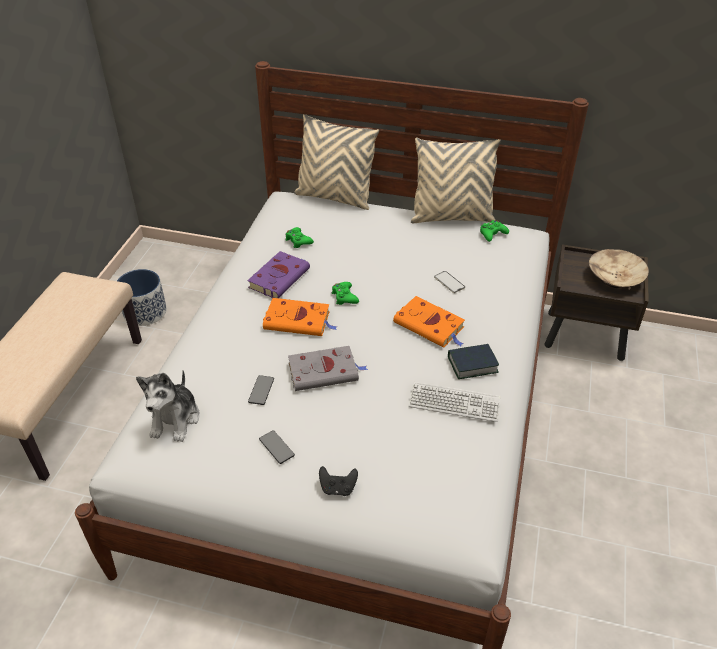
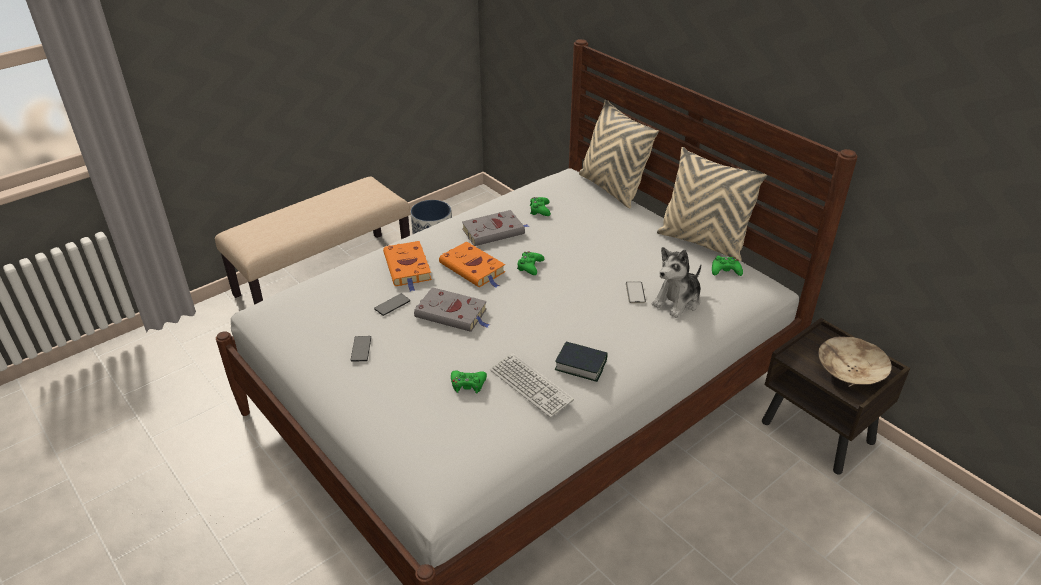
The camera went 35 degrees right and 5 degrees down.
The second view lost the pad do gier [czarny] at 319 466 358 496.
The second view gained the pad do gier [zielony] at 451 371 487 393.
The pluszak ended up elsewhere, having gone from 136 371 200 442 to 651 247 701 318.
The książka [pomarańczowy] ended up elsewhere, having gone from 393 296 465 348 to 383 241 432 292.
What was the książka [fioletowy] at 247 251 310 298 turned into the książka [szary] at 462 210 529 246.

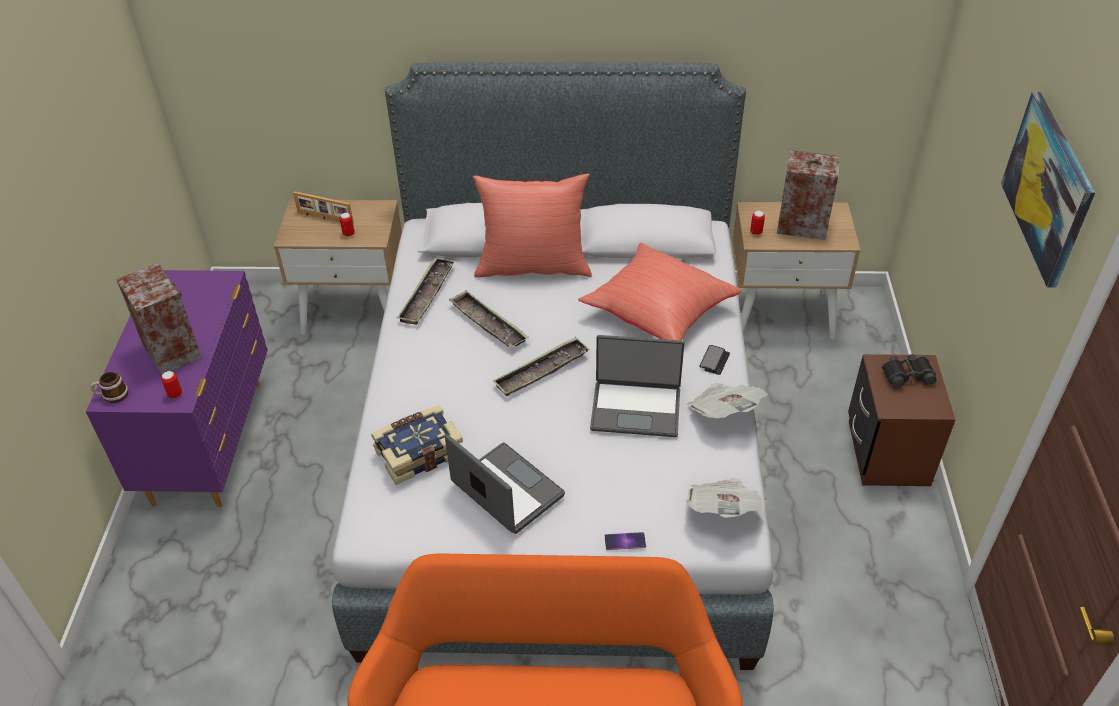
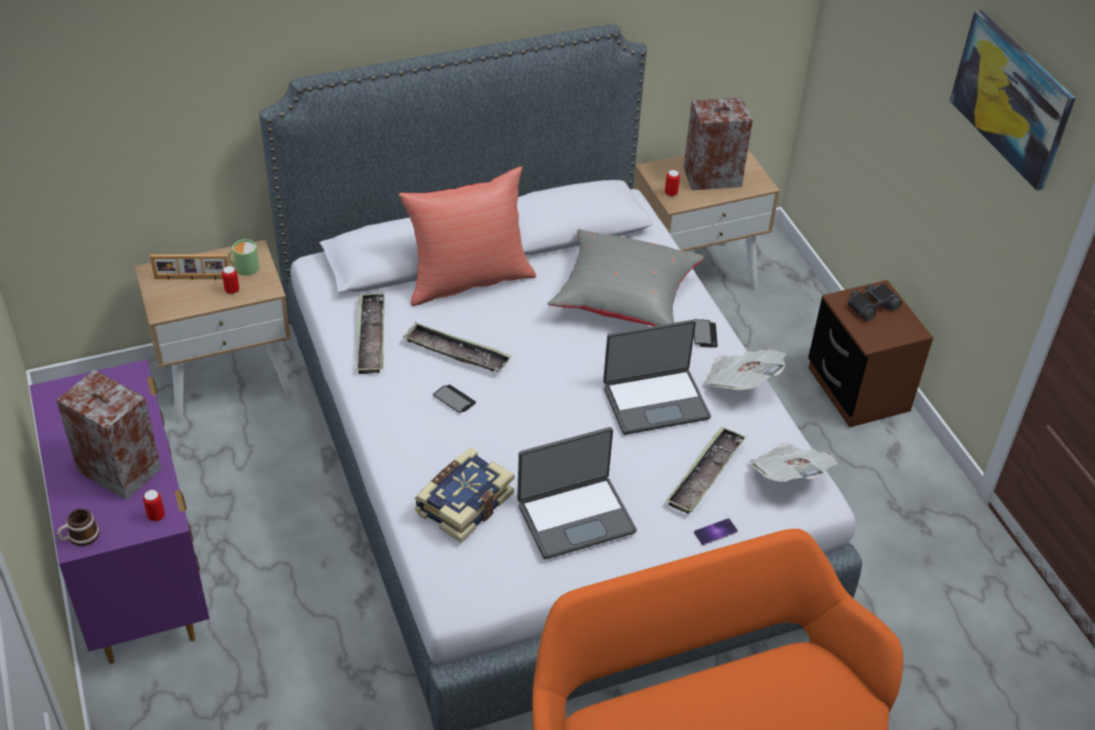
The camera went 25 degrees left and 0 degrees up.
The second view gained the kubek [zielony] at 228 239 259 276.
The second view gained the telefon at 433 385 476 413.
The taca ended up elsewhere, having gone from 492 337 590 396 to 666 426 746 514.
What was the poduszka [czerwony] at 578 243 741 341 turned into the poduszka [szary] at 548 229 704 326.
The laptop at 445 435 565 534 ended up facing another way, 135 degrees clockwise from before.

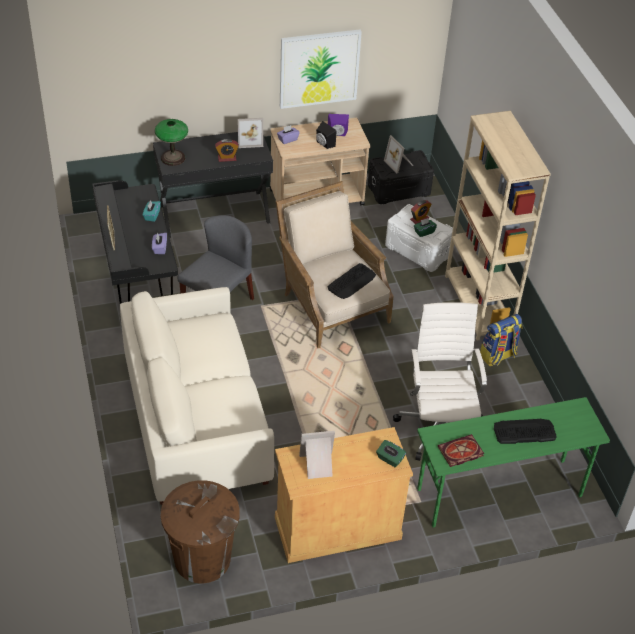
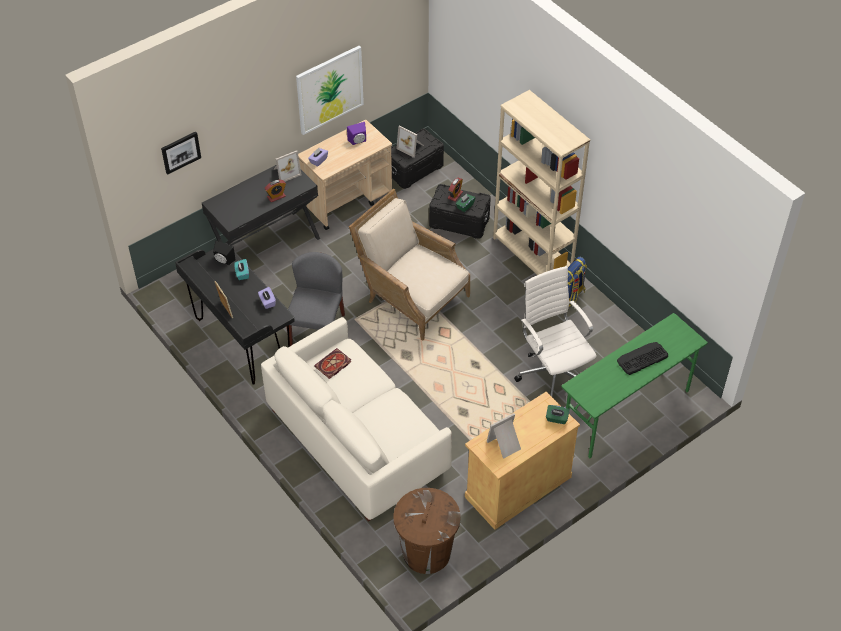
The camera went 20 degrees left and 5 degrees up.
The second view lost the lampa stołowa at 155 119 188 166.
The second view lost the klawiatura at 327 263 376 299.
The second view gained the obraz at 161 131 201 175.
The głośnik [czarny] ended up elsewhere, having gone from 316 121 337 149 to 213 241 236 266.
The książka ended up elsewhere, having gone from 438 434 484 467 to 314 348 352 379.
What was the pojemnik do przechowywania [biały] at 385 204 453 272 turned into the pojemnik do przechowywania [czarny] at 429 184 491 239.

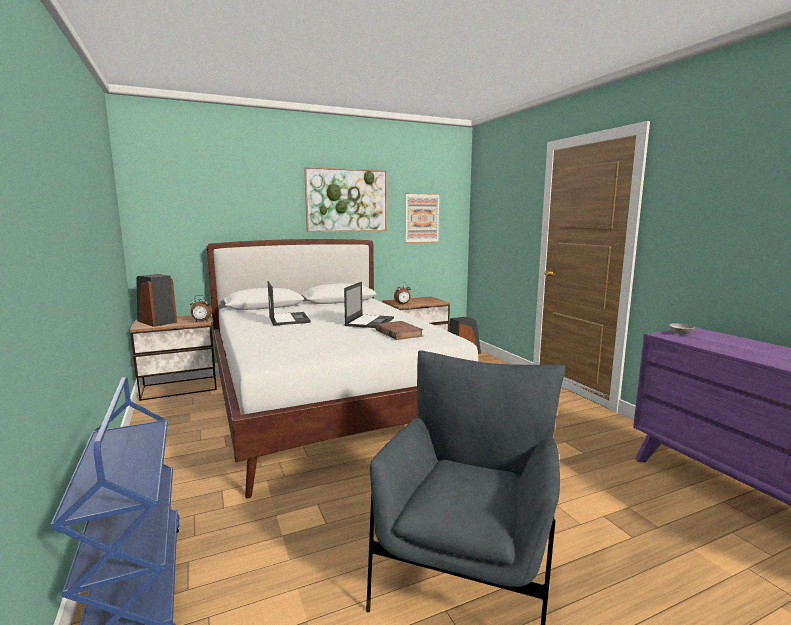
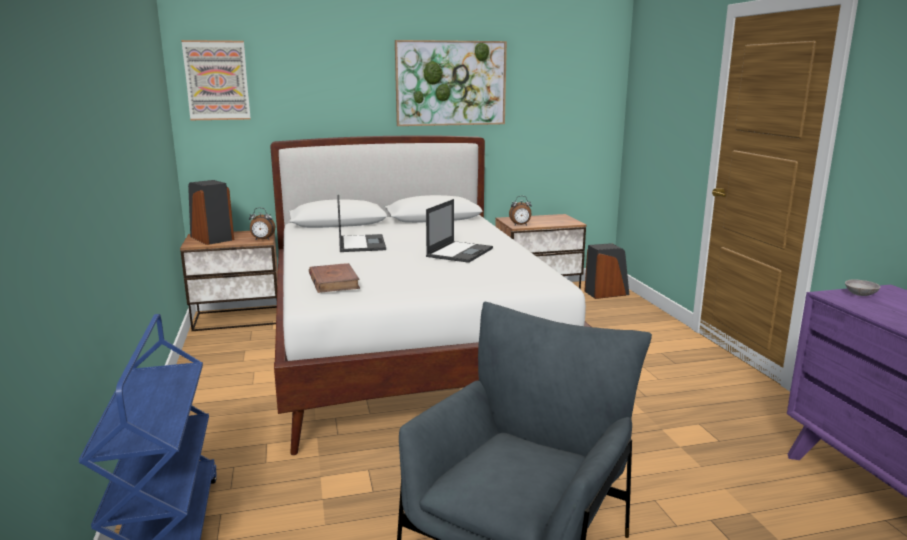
The camera went 10 degrees right and 5 degrees up.
The książka [brązowy] ended up elsewhere, having gone from 376 321 423 340 to 309 263 360 293.
The obraz ended up elsewhere, having gone from 405 193 440 243 to 181 40 251 120.

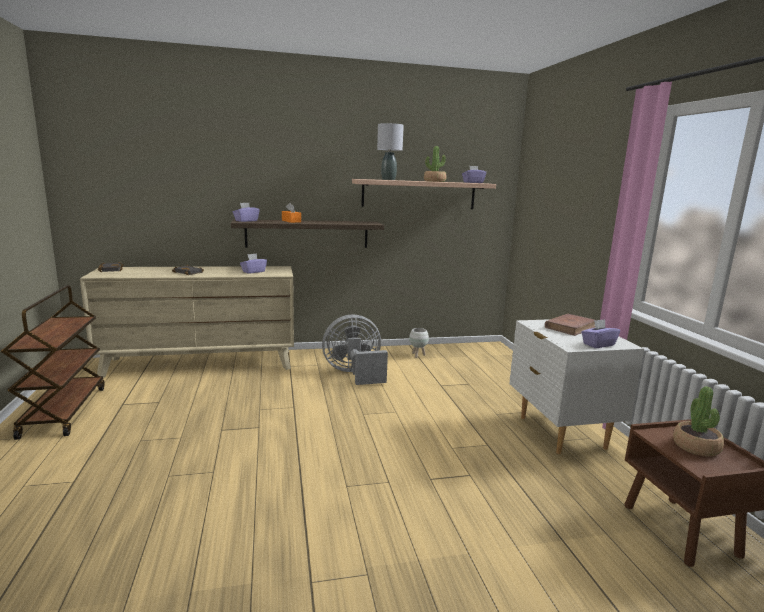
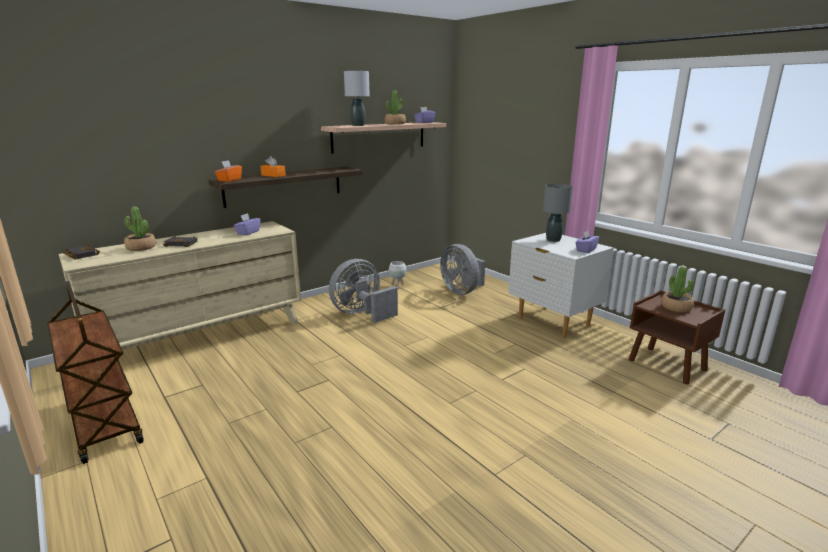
The camera went 25 degrees left and 5 degrees up.
The second view gained the roślina doniczkowa at 124 206 156 251.
The second view gained the wentylator [szary] at 440 244 485 295.
Where the książka [brązowy] stood at 545 314 597 336, the lampa stołowa [szary] came to stand at 543 184 573 242.
What was the pudełko chusteczek [fioletowy] at 233 203 260 222 turned into the pudełko chusteczek [pomarańczowy] at 214 160 242 182.

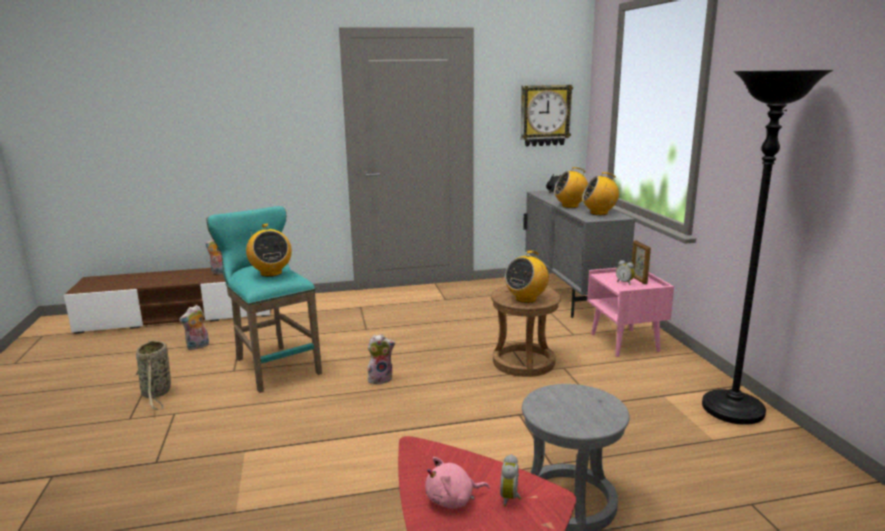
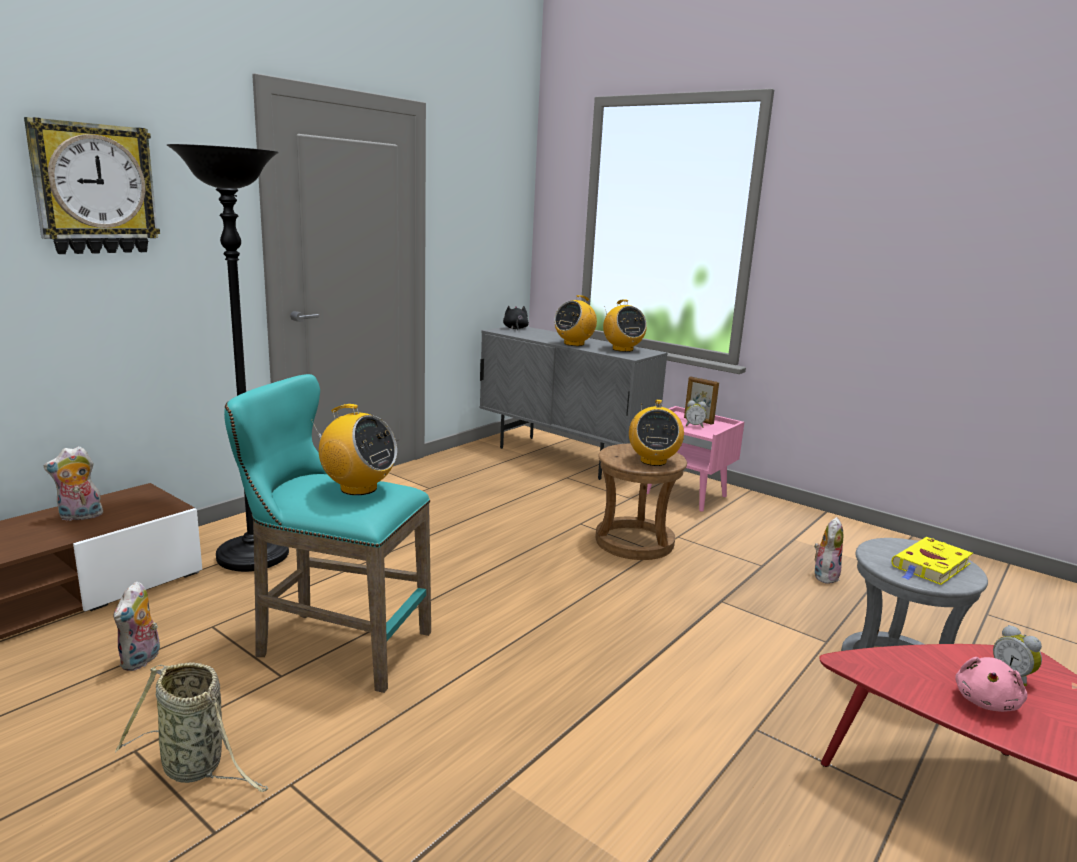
The camera went 40 degrees left and 0 degrees up.
The second view gained the książka [żółty] at 892 537 973 585.
The pluszak ended up elsewhere, having gone from 367 334 395 384 to 812 517 844 584.
The zegar ścienny ended up elsewhere, having gone from 520 85 573 147 to 24 117 160 254.
The lampa stojąca [czarny] ended up elsewhere, having gone from 702 70 833 425 to 167 144 289 572.
The radio at 582 172 619 215 ended up facing another way, 75 degrees counterclockwise from before.

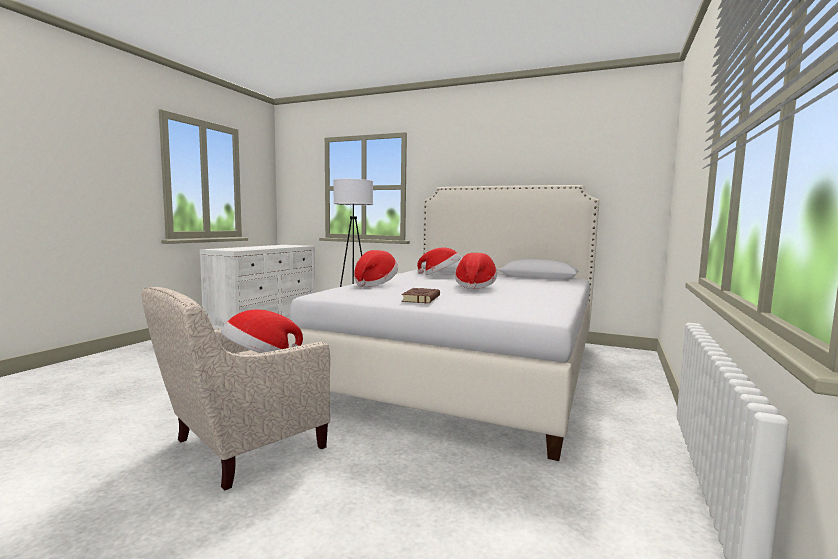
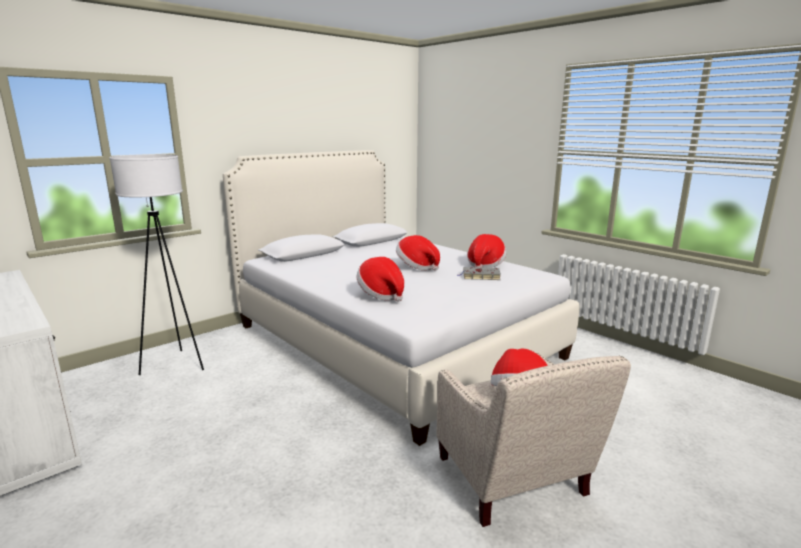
The camera went 65 degrees left and 10 degrees up.
The second view lost the książka [brązowy] at 402 288 440 303.
The second view gained the książka [szary] at 457 267 501 280.
The kapelusz ended up elsewhere, having gone from 417 247 461 275 to 467 234 506 268.

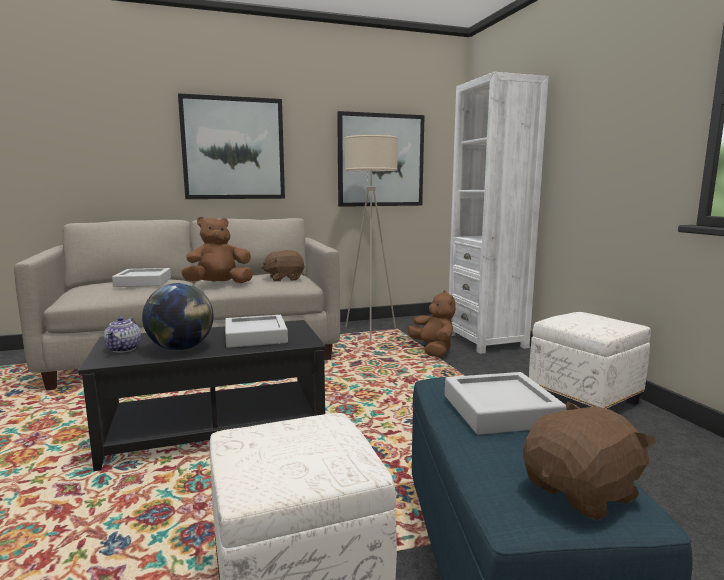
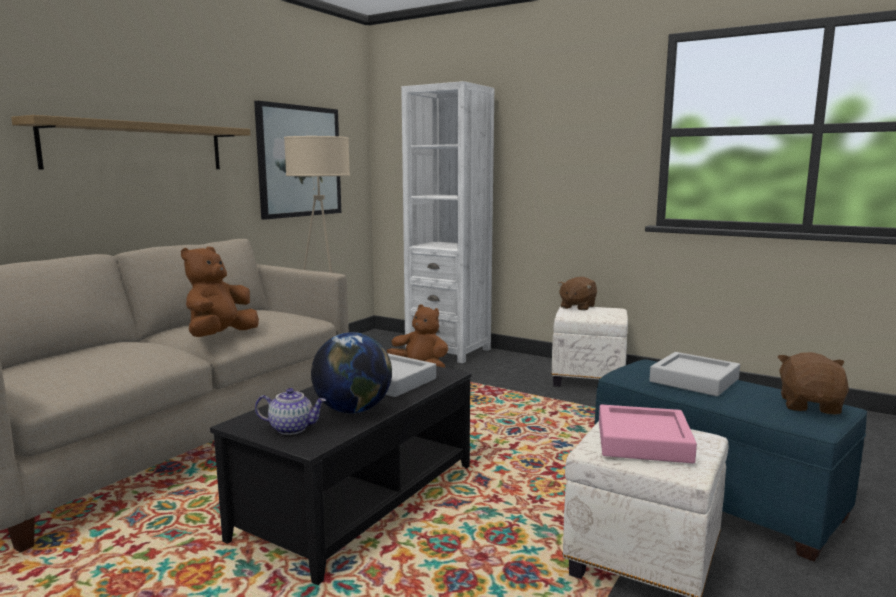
The camera went 40 degrees left and 0 degrees up.
The second view lost the taca [szary] at 112 268 171 287.
The second view gained the taca [różowy] at 599 405 697 463.
The pluszak [brązowy] ended up elsewhere, having gone from 261 250 305 282 to 558 277 597 310.
Where the obraz hung at 178 93 285 199, the półka came to hang at 11 115 251 170.
The imbryk at 104 317 141 353 ended up facing another way, 45 degrees counterclockwise from before.

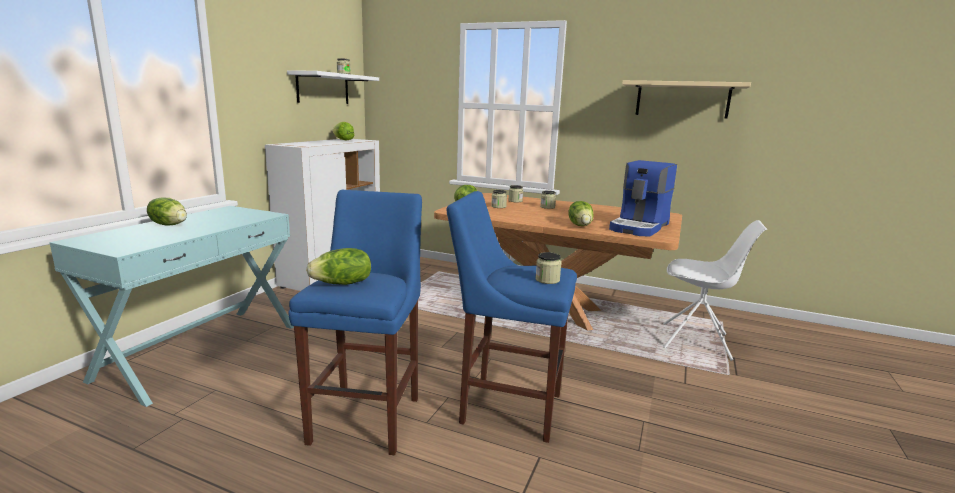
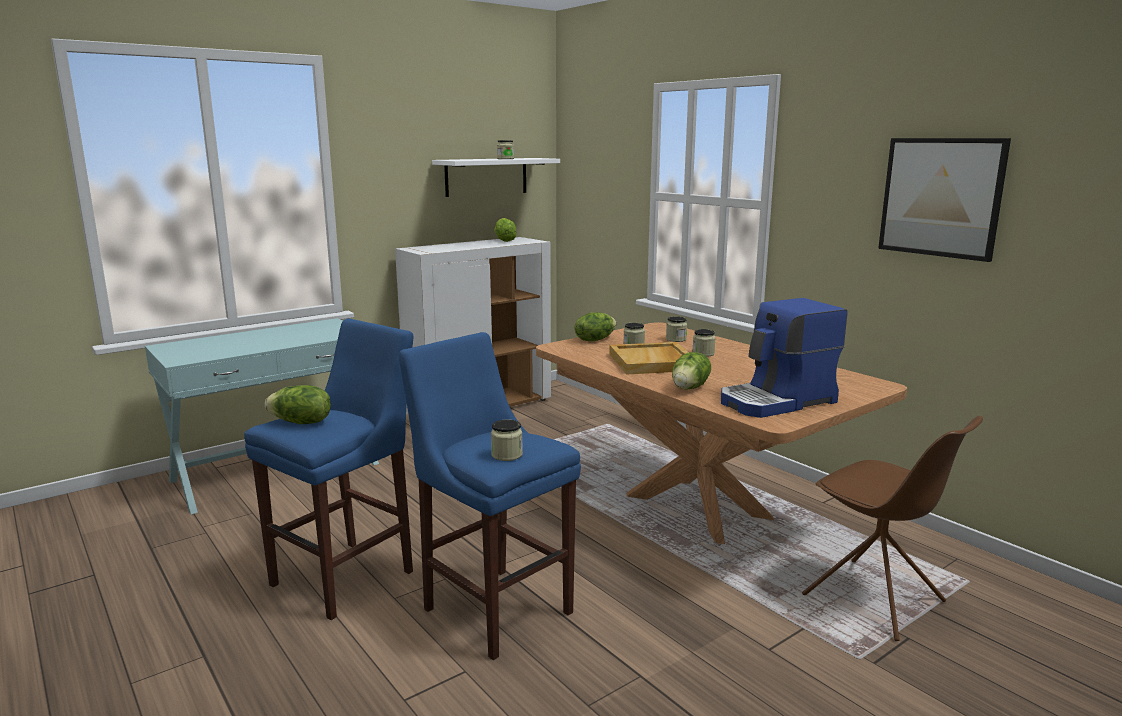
The camera went 30 degrees right and 0 degrees up.
The second view lost the sałata at 147 197 187 226.
The second view gained the taca [beżowy] at 609 342 689 375.
Where the półka [beżowy] hung at 622 80 751 119, the obraz came to hang at 878 138 1011 262.
What was the krzesło [biały] at 663 220 767 361 turned into the krzesło [brązowy] at 802 416 983 641.

